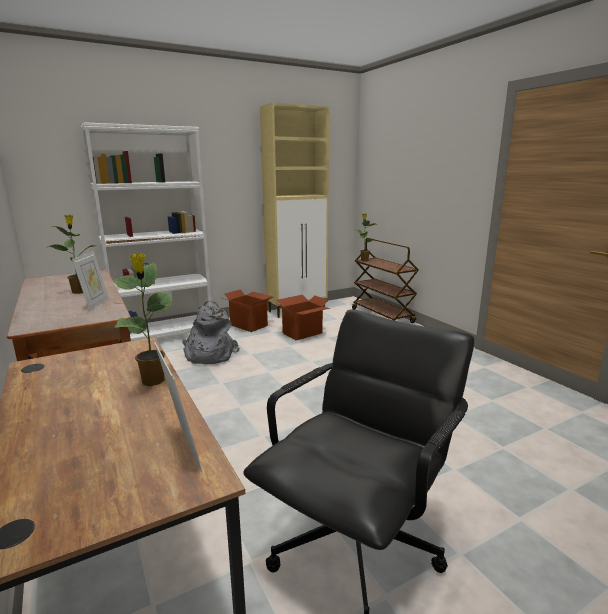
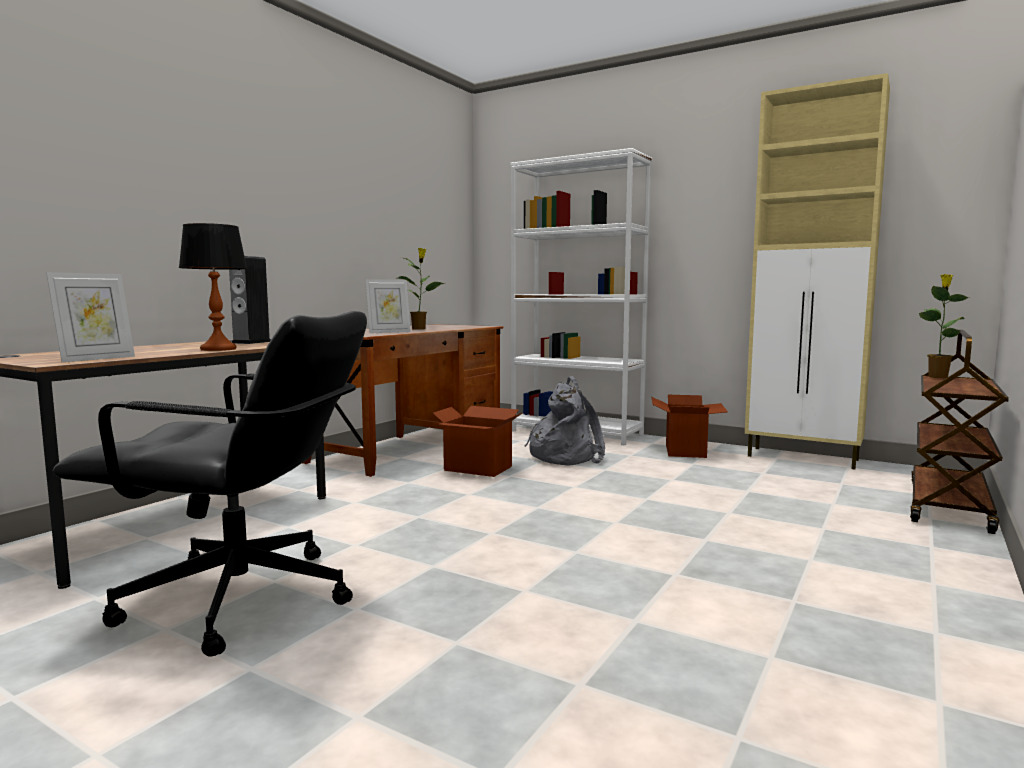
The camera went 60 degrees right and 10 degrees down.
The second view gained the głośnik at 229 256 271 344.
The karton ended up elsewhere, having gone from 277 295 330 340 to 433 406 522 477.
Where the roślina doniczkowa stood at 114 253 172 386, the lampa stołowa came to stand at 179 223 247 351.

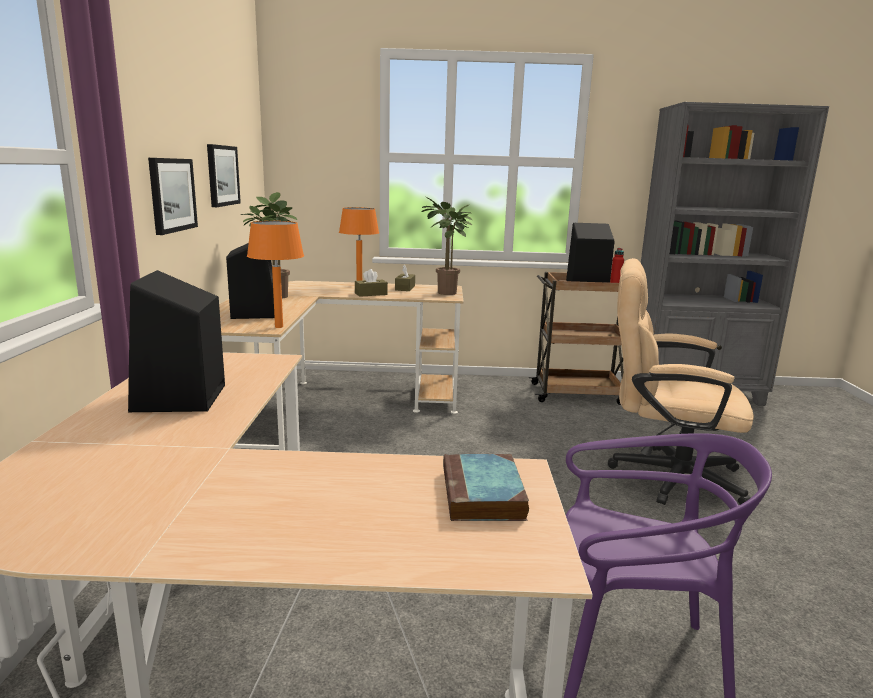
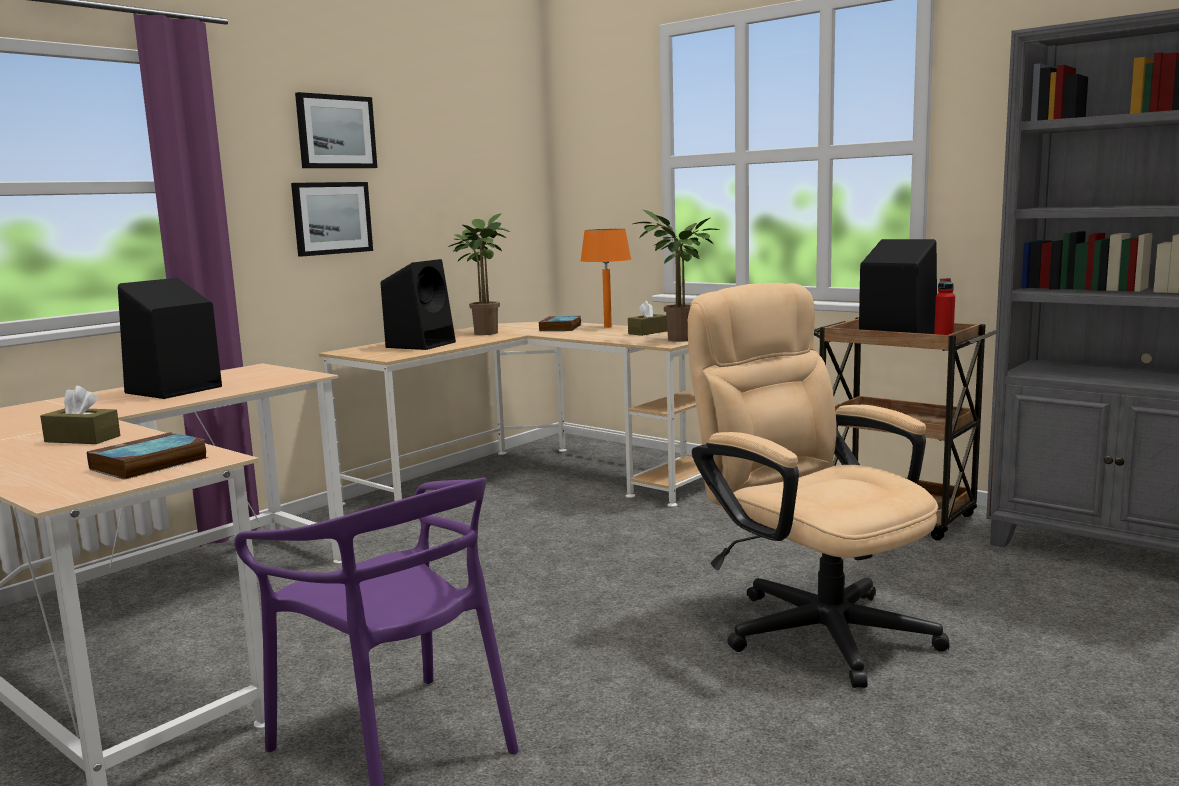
The camera went 40 degrees right and 5 degrees down.
The second view lost the lampa stołowa [pomarańczowy] at 247 221 304 328.
The second view gained the książka at 539 316 581 331.
The obraz ended up elsewhere, having gone from 207 144 241 207 to 295 92 378 168.
The pudełko chusteczek [brązowy] ended up elsewhere, having gone from 355 269 388 297 to 40 386 121 444.

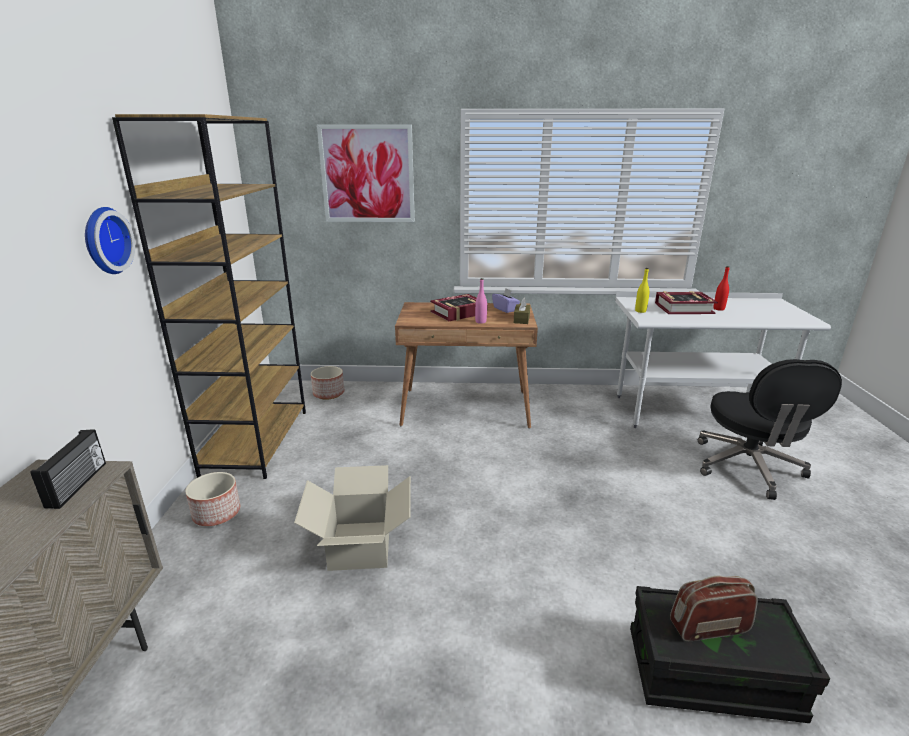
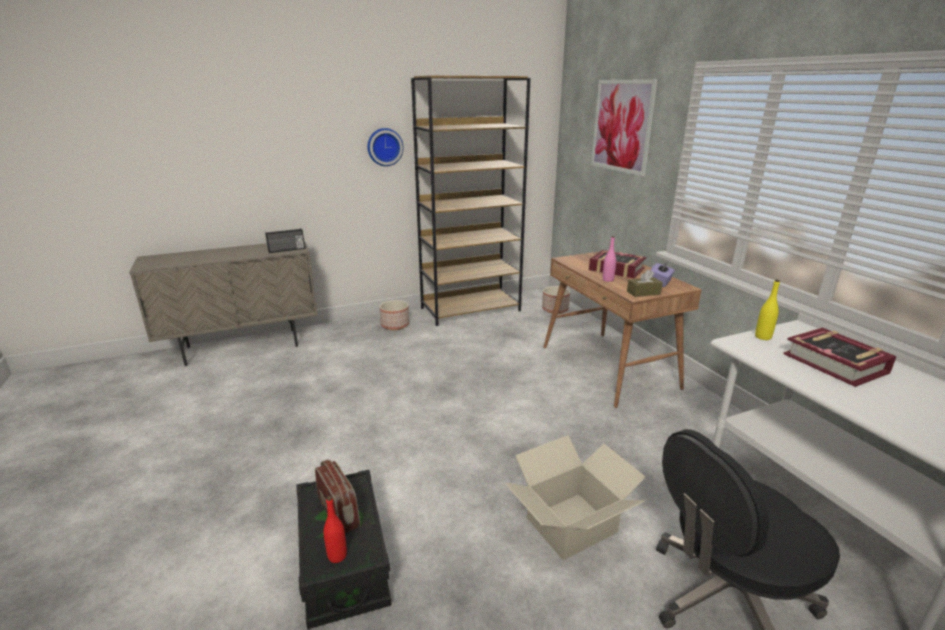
The camera went 65 degrees right and 0 degrees up.
The karton ended up elsewhere, having gone from 294 465 411 571 to 505 435 646 560.
The butelka [czerwony] ended up elsewhere, having gone from 713 266 730 311 to 324 496 347 563.

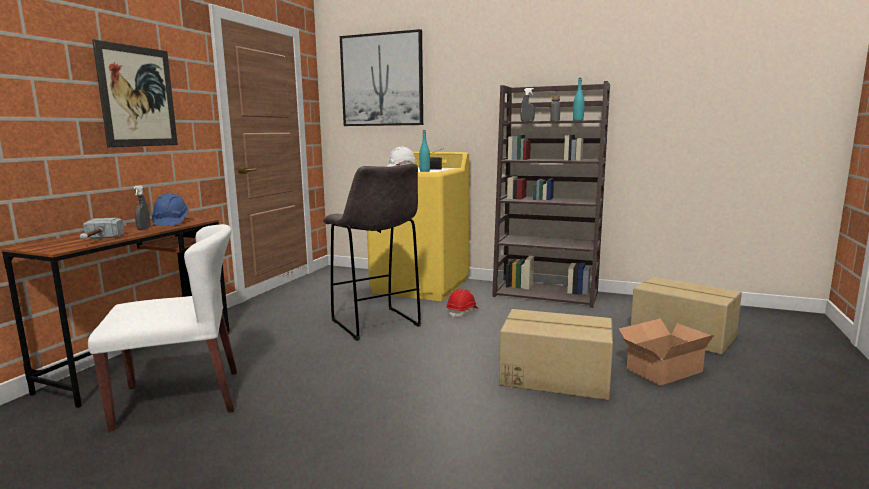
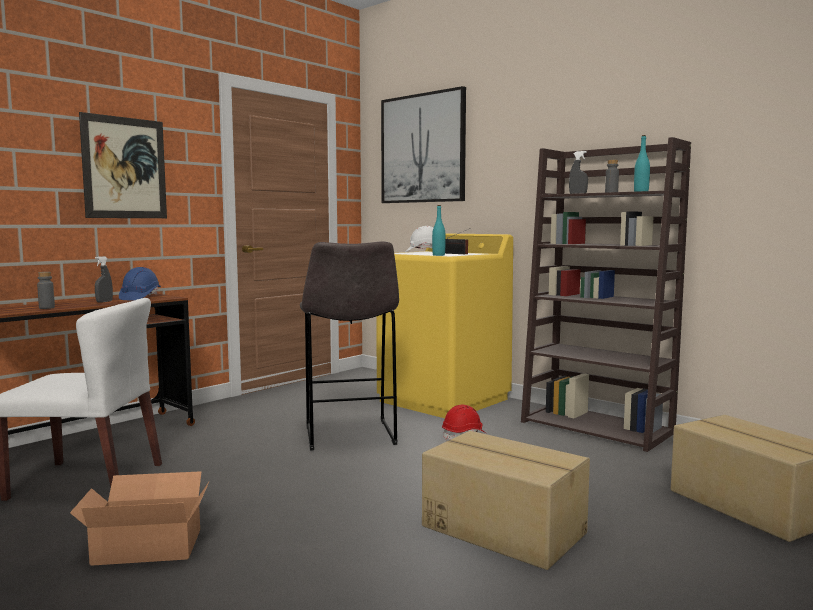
The camera went 20 degrees right and 5 degrees down.
The karton ended up elsewhere, having gone from 619 318 715 386 to 70 471 209 566.
Where the młotek stood at 80 218 124 240, the butelka [szary] came to stand at 37 272 55 309.

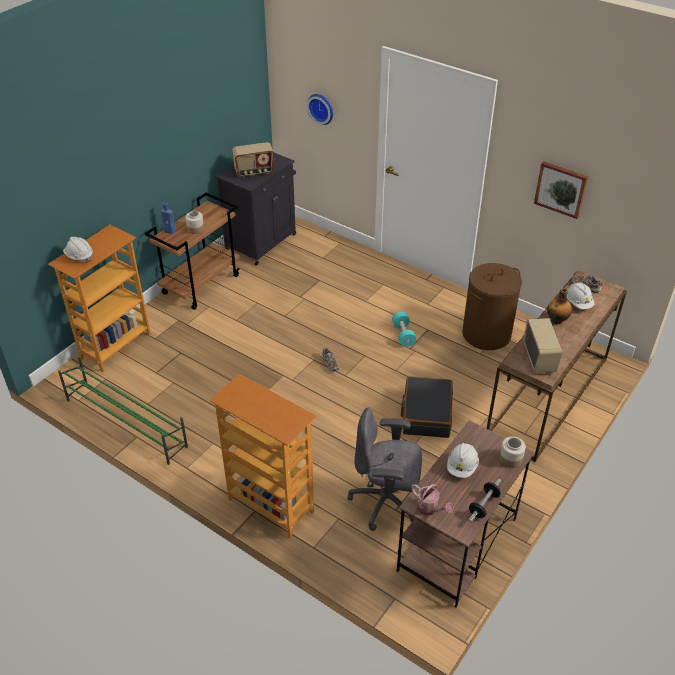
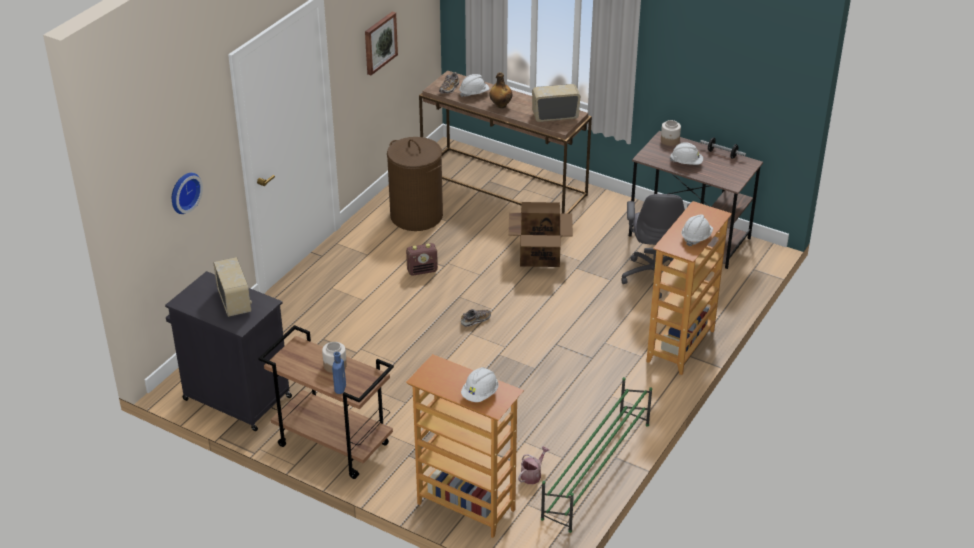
The camera went 95 degrees left and 5 degrees down.
The second view gained the kask [biały] at 681 214 713 246.
The konewka ended up elsewhere, having gone from 412 484 454 516 to 518 446 550 484.
Where the hantel [turkusowy] stood at 392 312 416 347, the radio came to stand at 406 243 438 276.
Where the walizka [czarny] stood at 401 376 453 438, the karton came to stand at 508 202 573 267.

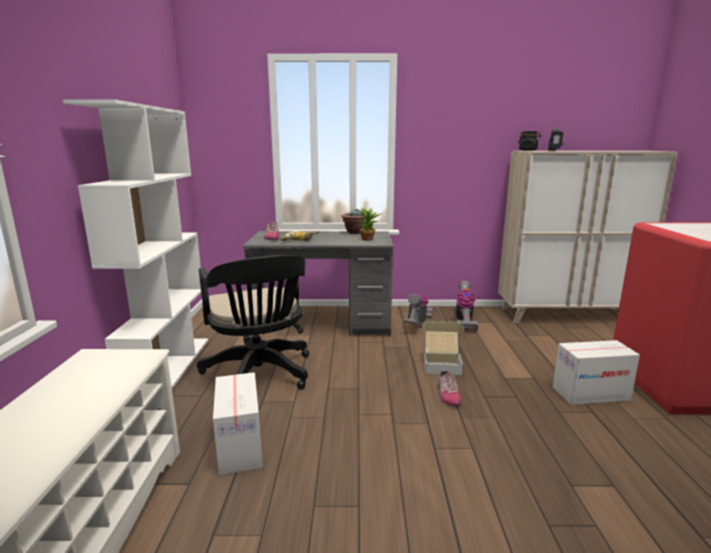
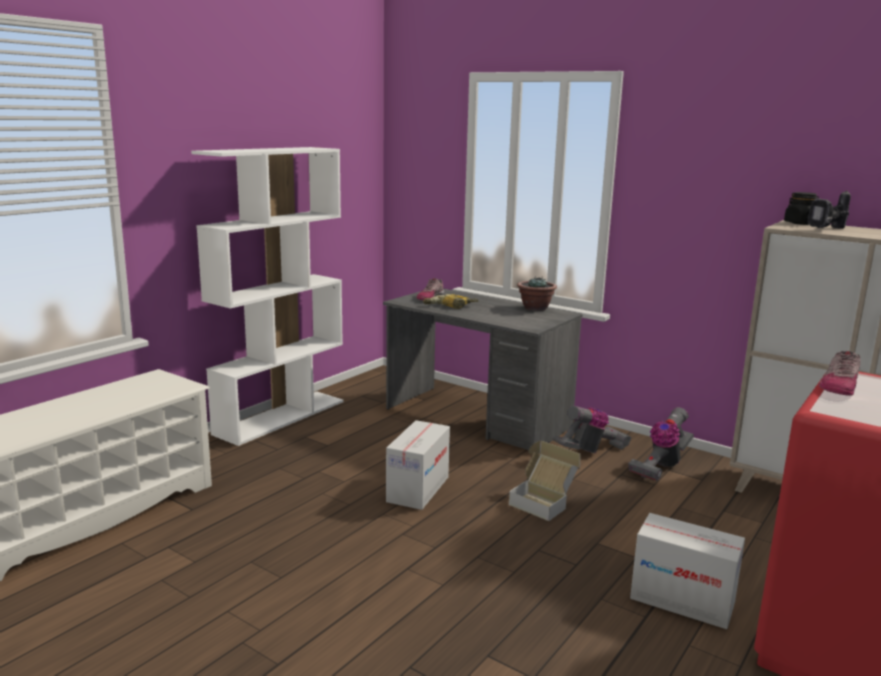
The camera went 35 degrees right and 0 degrees up.
The second view lost the krzesło biurowe [czarny] at 197 255 309 389.
The second view lost the roślina doniczkowa at 357 207 383 241.
The karton ended up elsewhere, having gone from 213 372 263 475 to 386 420 450 510.
The but ended up elsewhere, having gone from 438 370 461 406 to 819 351 861 396.

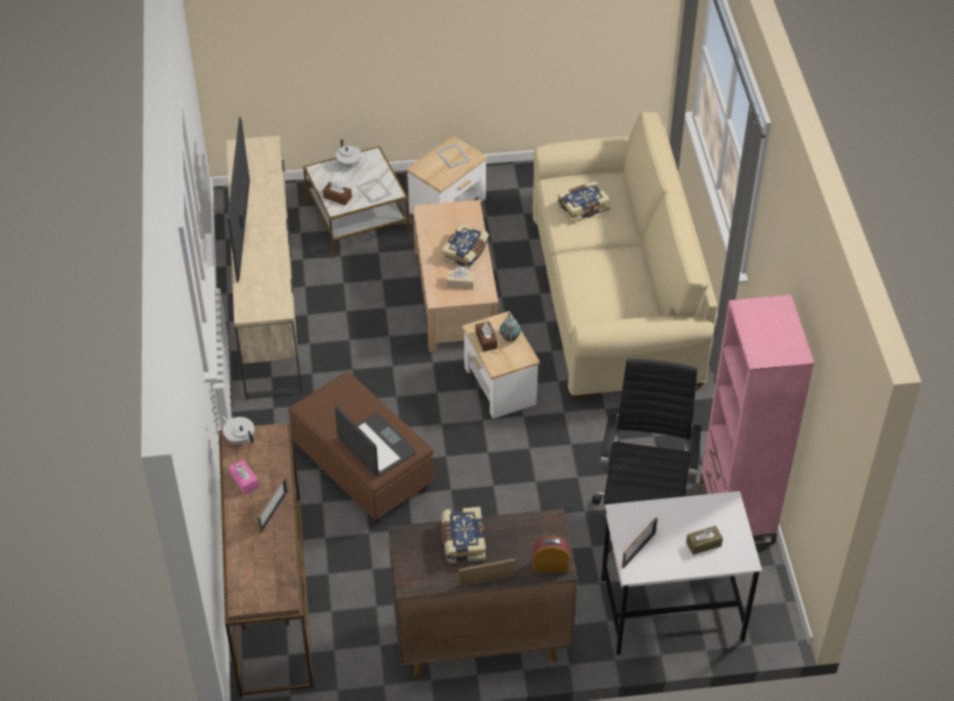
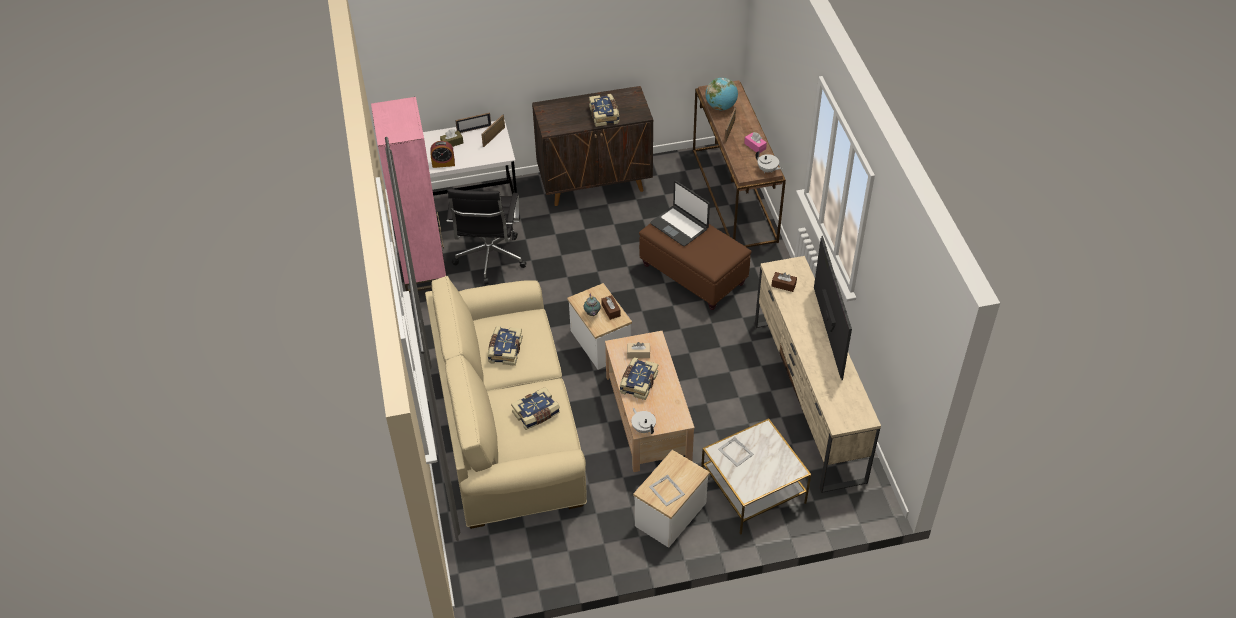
The camera went 175 degrees right and 0 degrees up.
The second view gained the książka at 488 326 523 366.
The second view gained the globus at 706 78 738 110.
The pudełko chusteczek [brązowy] ended up elsewhere, having gone from 323 181 352 205 to 771 272 797 292.
The imbryk [biały] ended up elsewhere, having gone from 336 139 362 168 to 631 408 656 434.
The ramka na zdjęcie ended up elsewhere, having gone from 459 558 515 586 to 455 113 491 133.
The budzik ended up elsewhere, having gone from 533 536 569 573 to 431 141 455 168.

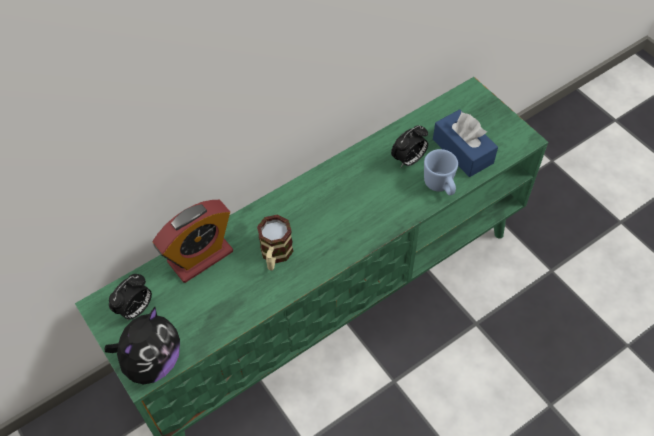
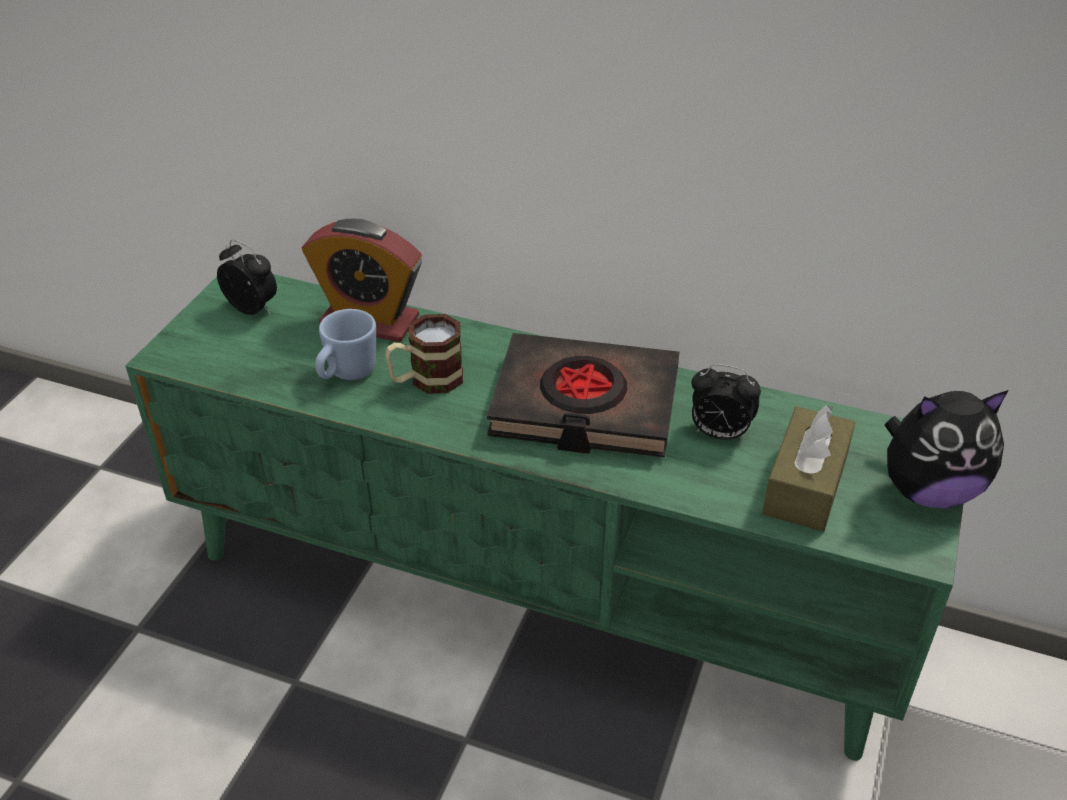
The camera went 55 degrees right and 15 degrees down.
The second view gained the książka [czarny] at 487 333 679 458.
The pluszak ended up elsewhere, having gone from 104 307 180 385 to 885 390 1009 508.
The kubek [niebieski] ended up elsewhere, having gone from 424 149 458 195 to 315 309 376 380.
What was the pudełko chusteczek [niebieski] at 433 109 498 177 turned into the pudełko chusteczek [brązowy] at 762 405 856 532.
The budzik at 109 274 152 321 ended up facing another way, 150 degrees counterclockwise from before.

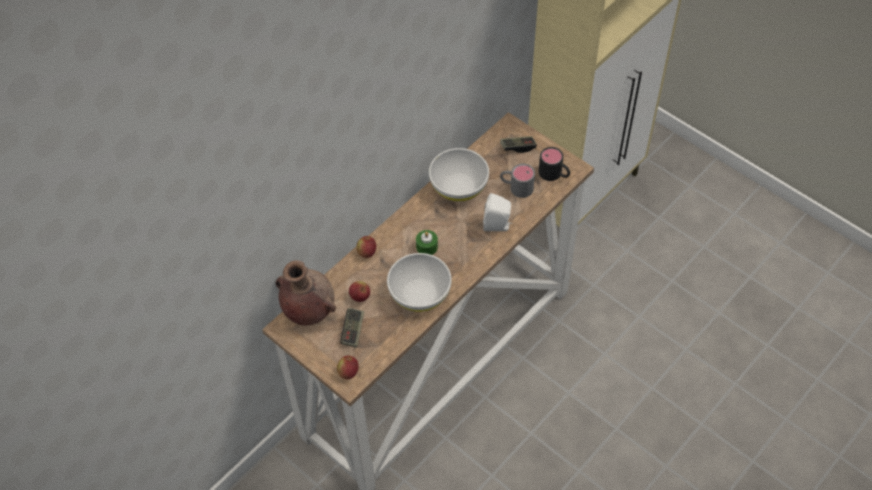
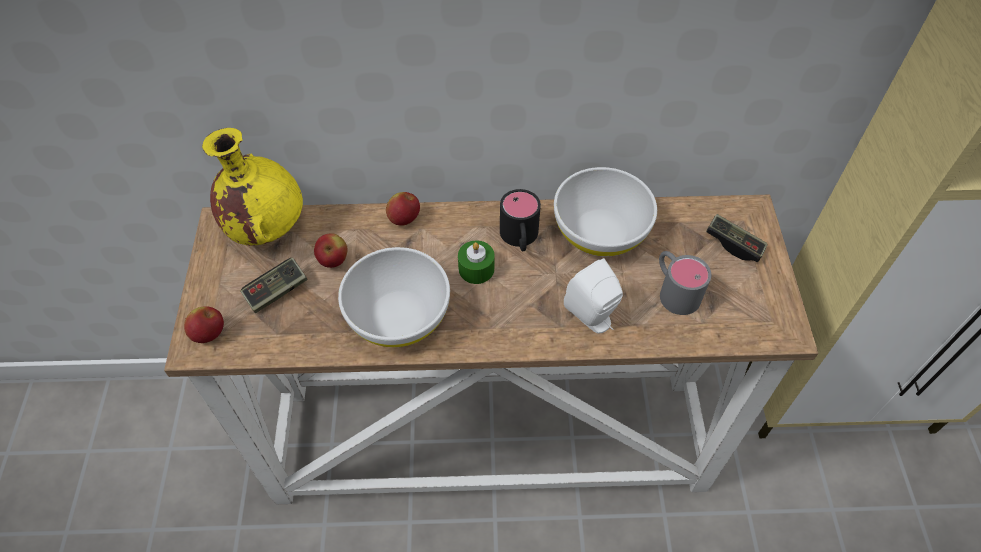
The camera went 45 degrees right and 0 degrees up.
The kubek [czarny] ended up elsewhere, having gone from 539 147 570 181 to 500 189 541 251.
What was the wazon [brązowy] at 276 260 336 326 turned into the wazon [żółty] at 202 128 303 246.

